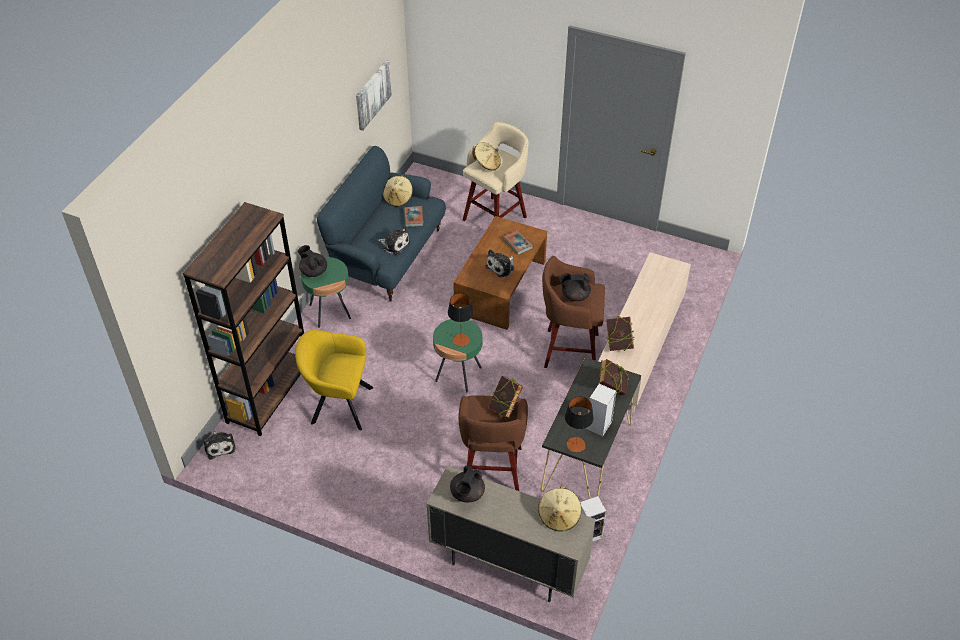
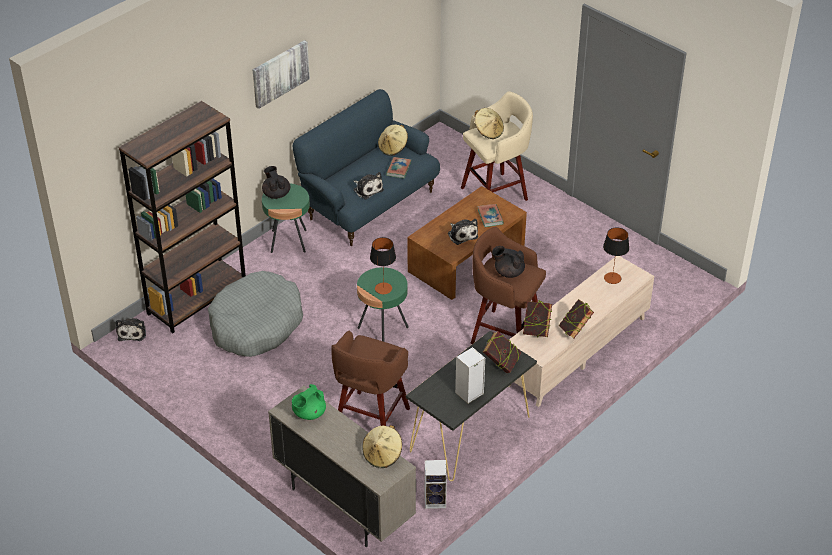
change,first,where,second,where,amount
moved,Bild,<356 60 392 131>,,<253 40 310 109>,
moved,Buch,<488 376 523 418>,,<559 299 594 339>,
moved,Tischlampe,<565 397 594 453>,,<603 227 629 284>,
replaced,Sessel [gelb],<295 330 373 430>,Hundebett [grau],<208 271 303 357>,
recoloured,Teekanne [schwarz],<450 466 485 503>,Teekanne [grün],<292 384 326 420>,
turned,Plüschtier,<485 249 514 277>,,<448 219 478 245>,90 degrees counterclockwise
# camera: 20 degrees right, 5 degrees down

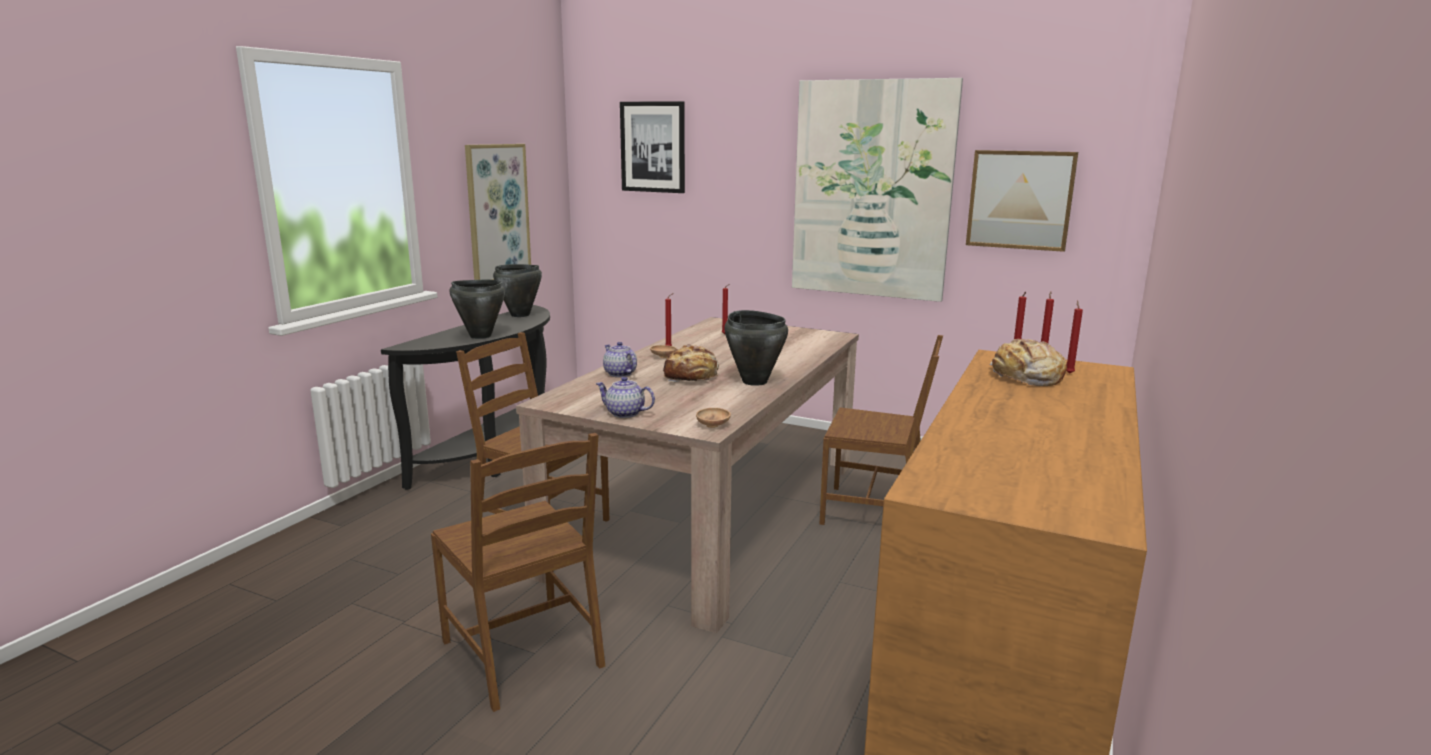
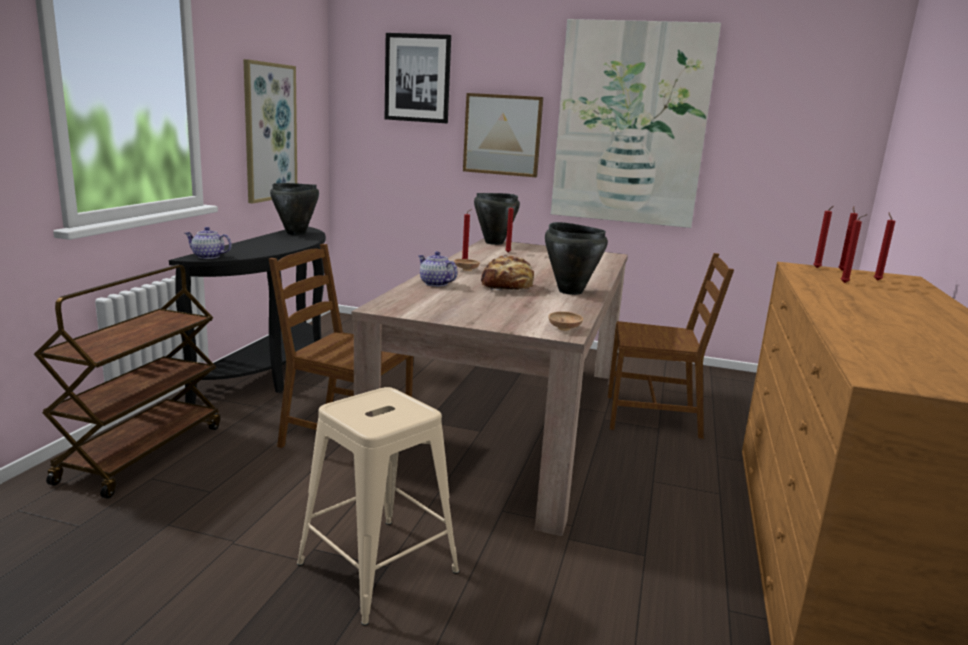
change,first,where,second,where,amount
added,,,Rollwagen [braun],<34 265 221 499>,
moved,Kochtopf [schwarz],<450 280 505 339>,,<474 193 520 245>,
moved,Teekanne,<596 377 655 418>,,<185 227 232 259>,
moved,Bild,<966 150 1078 252>,,<463 93 543 177>,
replaced,Stuhl [braun],<431 433 605 712>,Hocker [beige],<297 387 459 625>,
replaced,Brot,<990 339 1067 386>,Kerze [rot],<841 214 867 283>,
# camera: 10 degrees left, 0 degrees up

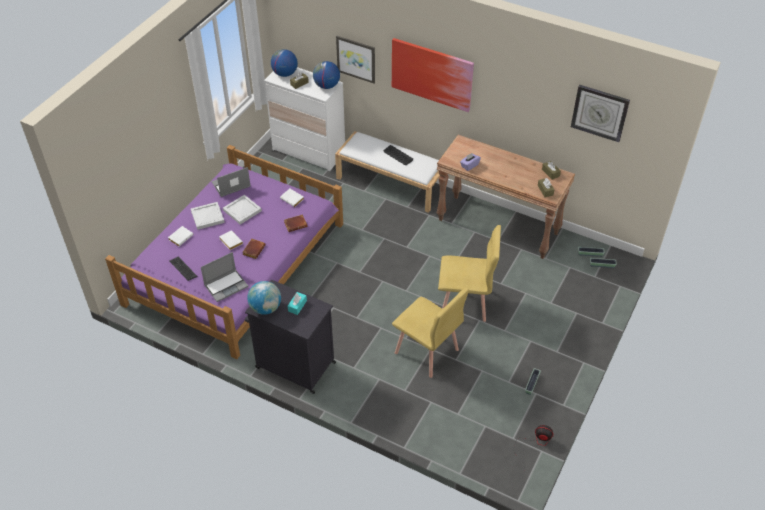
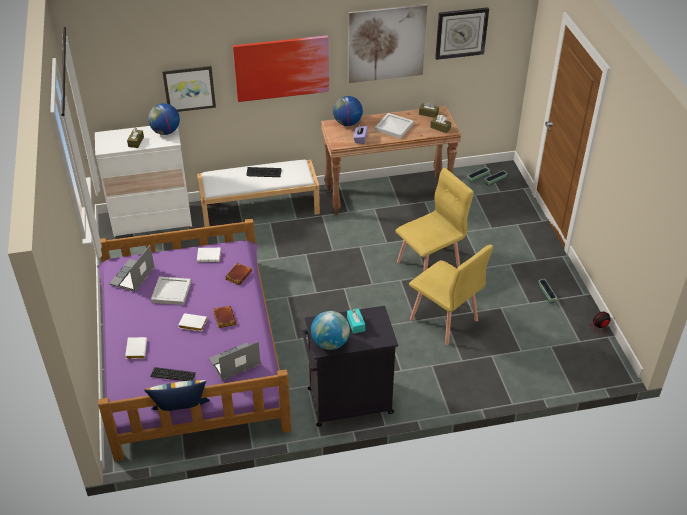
change,first,where,second,where,amount
added,,,Kissen,<144 380 210 411>,
added,,,Bild,<348 4 427 83>,
moved,Tablett [weiß],<191 202 225 230>,,<375 113 414 139>,
moved,Globus,<271 49 298 77>,,<333 96 363 126>,
turned,Laptop,<201 252 248 302>,,<209 341 261 380>,135 degrees counterclockwise
turned,Stuhl [gelb],<392 288 469 378>,,<409 245 493 345>,45 degrees clockwise
# camera: 40 degrees left, 5 degrees down

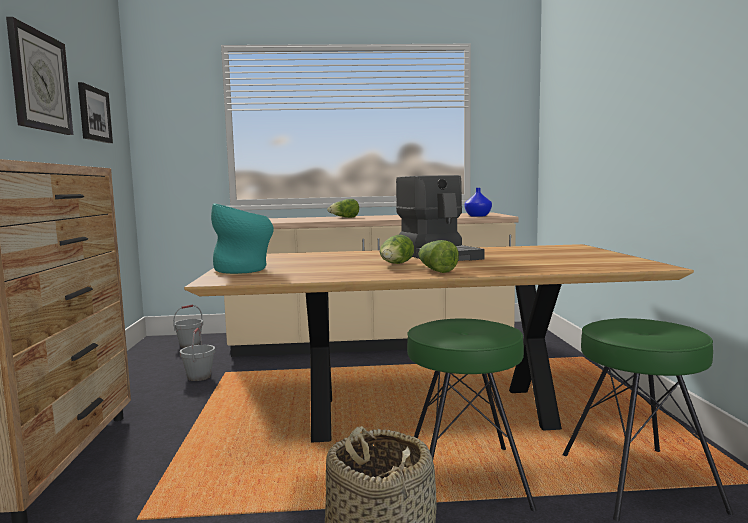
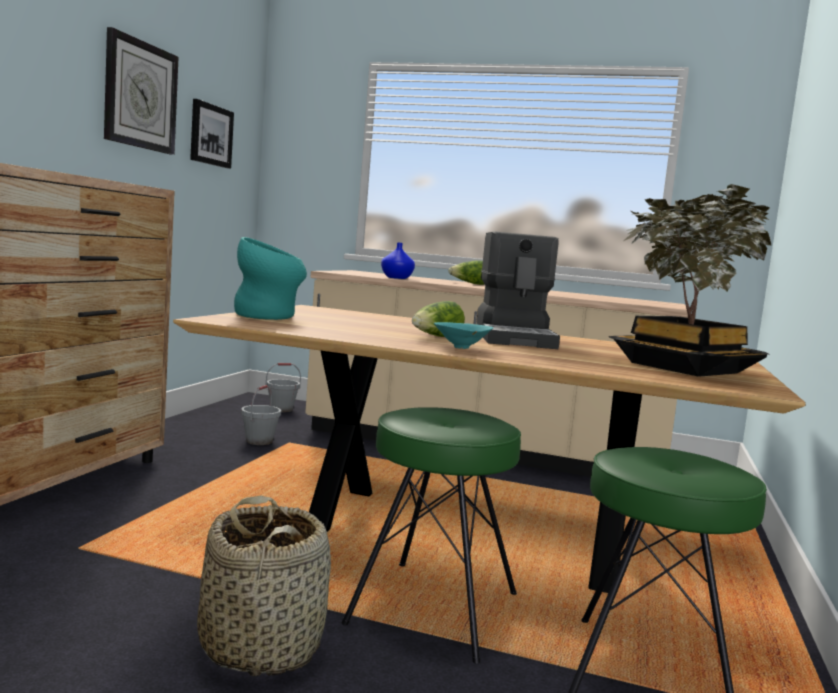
change,first,where,second,where,amount
added,,,Topfpflanze,<608 184 771 377>,
moved,Vase [blau],<464 188 492 217>,,<381 242 415 279>,
replaced,Salatkopf,<418 240 459 273>,Schüssel [türkis],<434 322 493 349>,
# camera: 20 degrees right, 0 degrees up

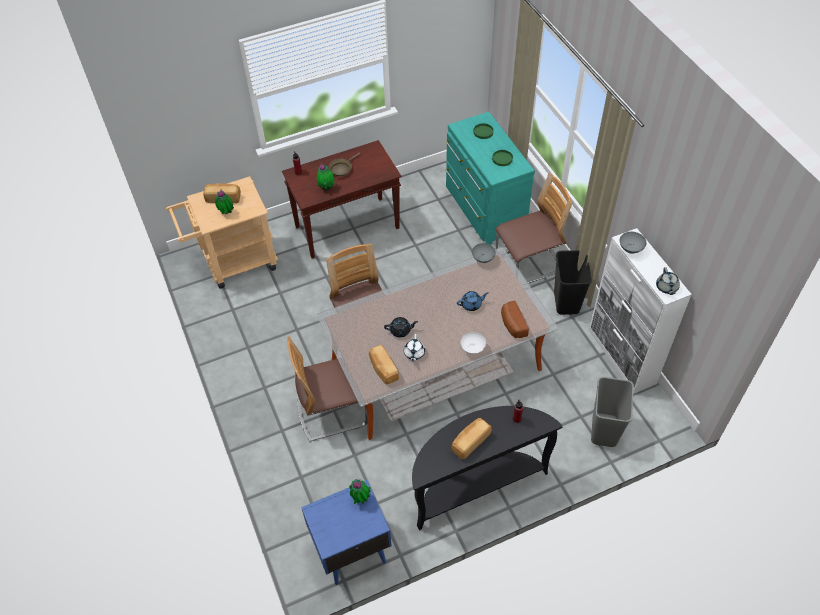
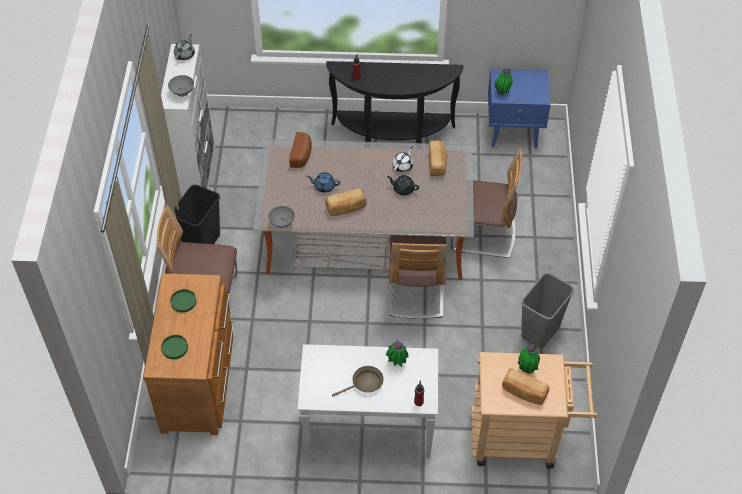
change,first,where,second,where,amount
removed,Schüssel [weiß],<460 332 486 354>,,,
moved,Brot,<452 418 492 460>,,<325 189 367 216>,
moved,Mülleimer [grau],<591 377 634 447>,,<521 273 574 348>,
recoloured,Konsolentisch [braun],<282 140 401 258>,Konsolentisch [weiß],<297 344 438 458>,
recoloured,Kommode [türkis],<445 112 535 245>,Kommode [braun],<143 273 234 435>,
# camera: 155 degrees left, 0 degrees up

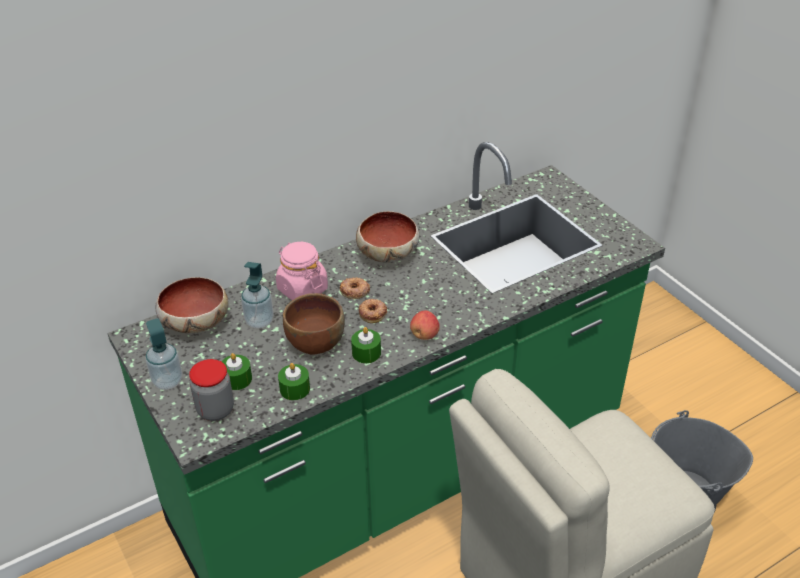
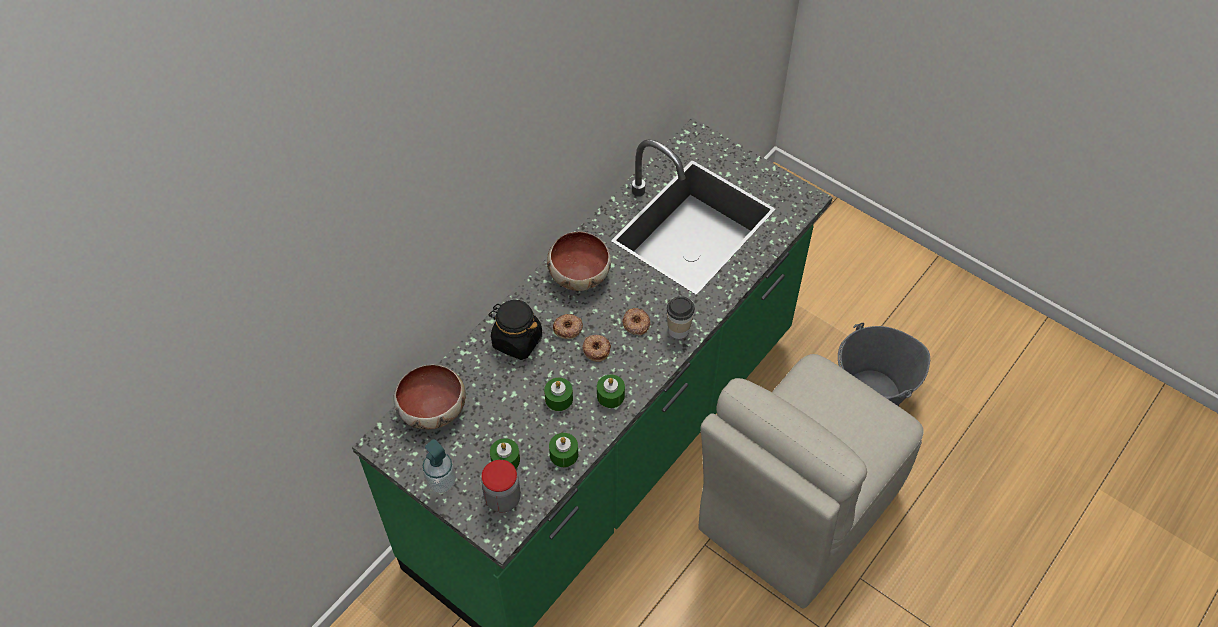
change,first,where,second,where,amount
removed,Seifenspender,<241 262 274 328>,,,
removed,Apfel,<410 311 440 340>,,,
added,,,Donut,<622 308 650 335>,
added,,,Tasse,<667 296 695 339>,
replaced,Schüssel [braun],<283 293 345 355>,Kerze [grün],<544 378 573 411>,
recoloured,Vorratsglas [rosa],<276 242 328 300>,Vorratsglas [schwarz],<488 300 542 360>,
# camera: 20 degrees left, 15 degrees up

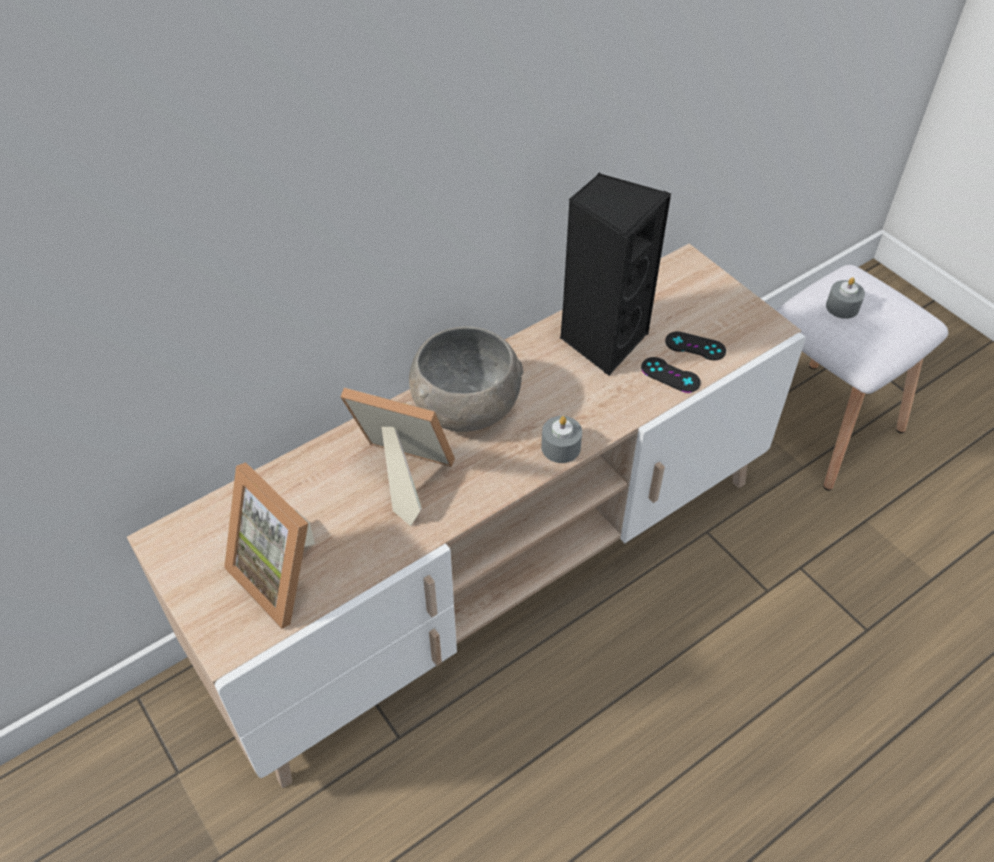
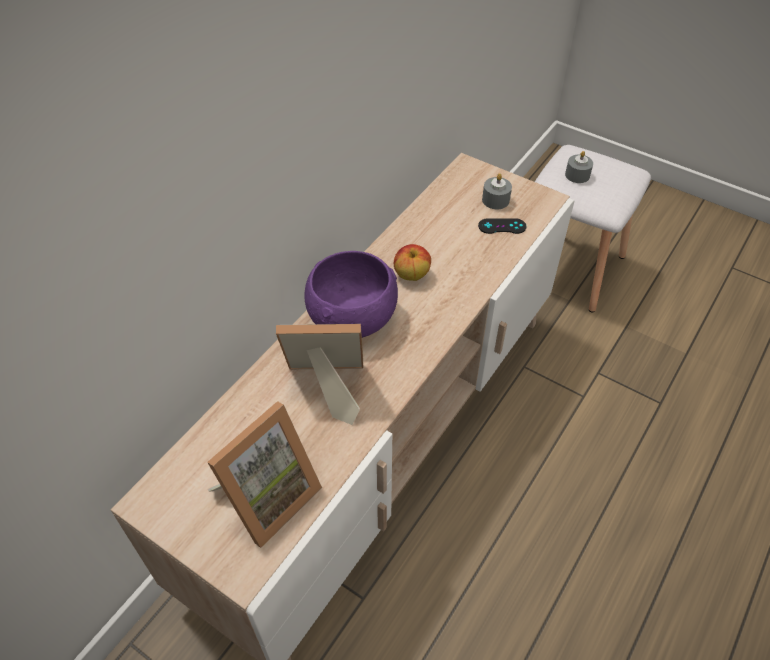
change,first,where,second,where,amount
removed,Lautsprecher [schwarz],<559 173 671 376>,,,
removed,Gamepad [schwarz],<641 357 701 393>,,,
added,,,Apfel,<394 244 431 281>,
moved,Kerze [grau],<541 416 582 463>,,<482 174 512 209>,
recoloured,Schüssel [grau],<409 326 523 432>,Schüssel [lila],<304 251 398 338>,
turned,Bilderrahmen,<224 462 315 629>,,<207 401 322 548>,75 degrees counterclockwise
# camera: 20 degrees left, 0 degrees up

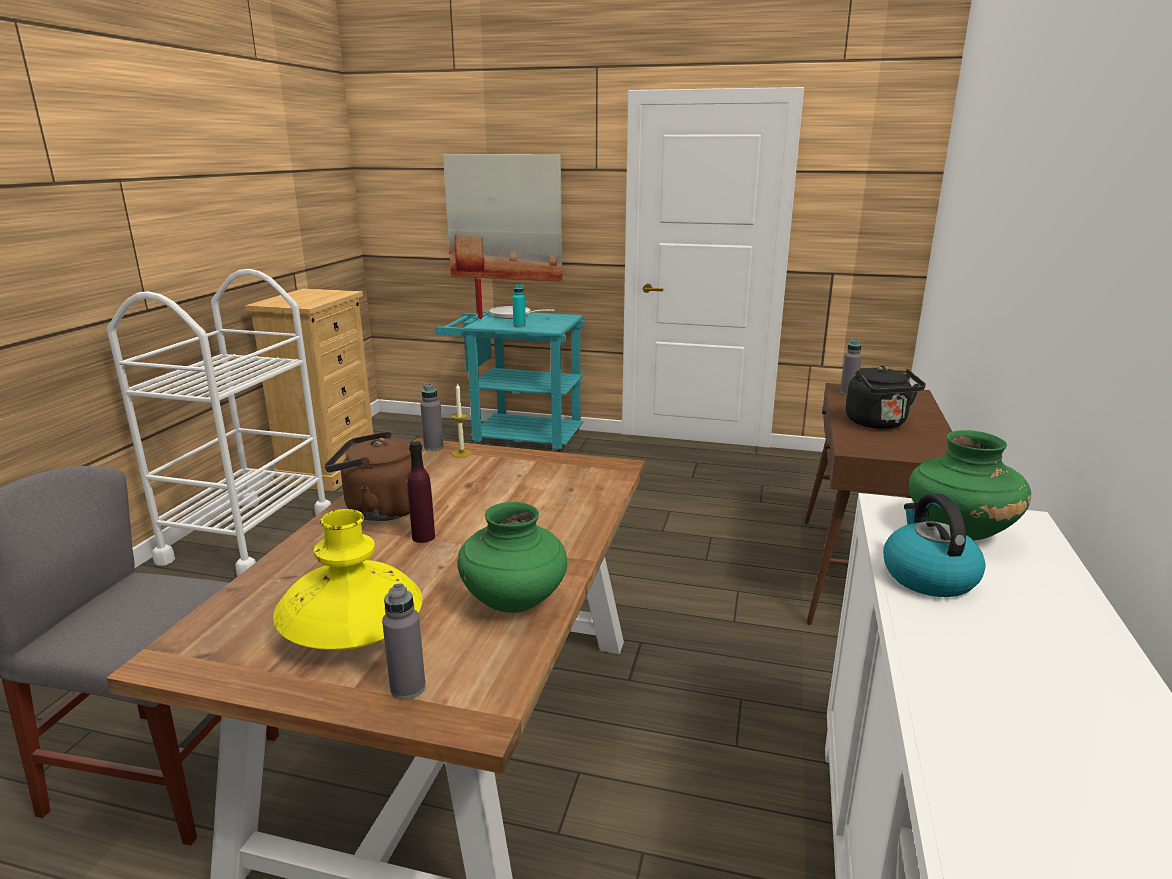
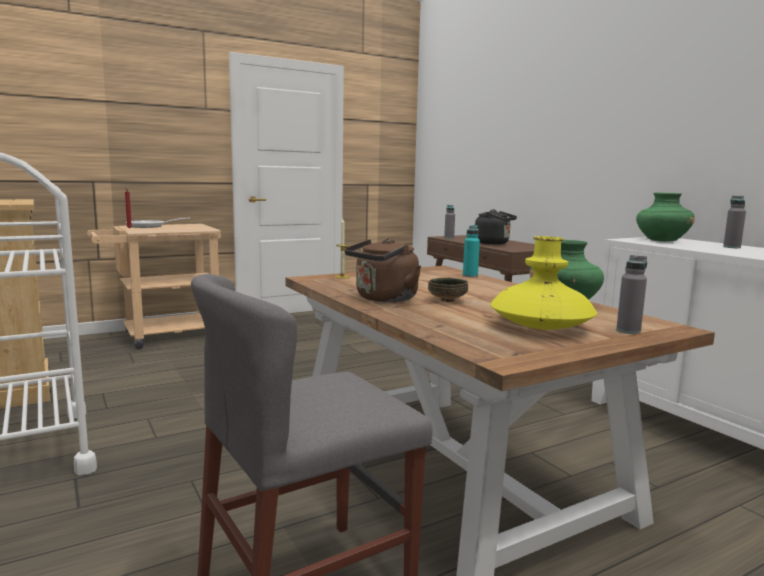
change,first,where,second,where,amount
removed,Bild,<443 154 562 281>,,,
removed,Wasserkessel,<883 494 986 597>,,,
moved,Flasche [grau],<420 383 444 451>,,<723 195 746 248>,
moved,Flasche [türkis],<512 284 526 327>,,<463 225 480 277>,
replaced,Flasche [lila],<407 441 435 543>,Schüssel,<428 278 468 302>,
recoloured,Rollwagen [türkis],<434 312 584 452>,Rollwagen [beige],<87 224 221 349>,
# camera: 45 degrees left, 10 degrees down

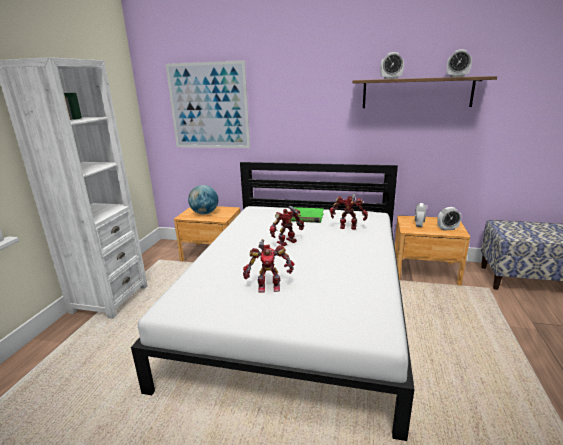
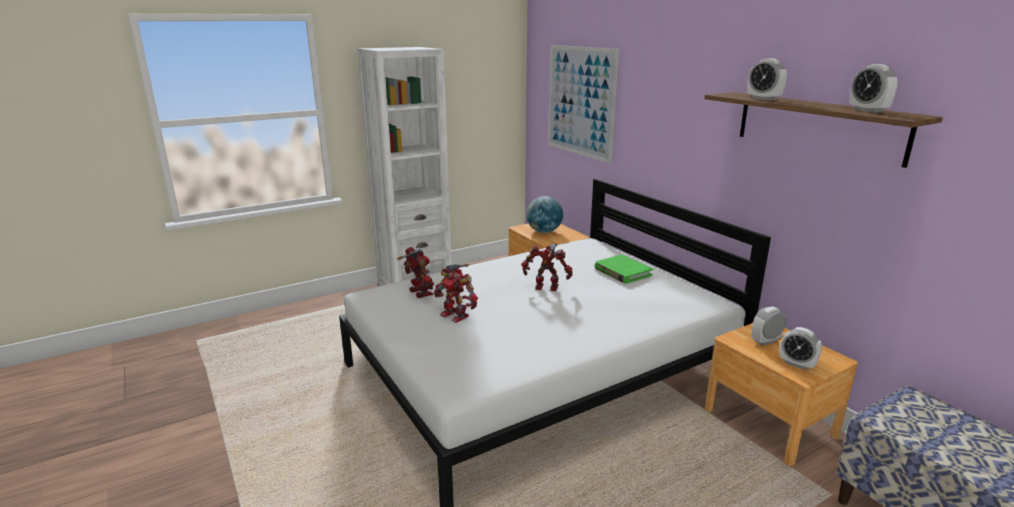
change,first,where,second,where,amount
moved,Spielzeugroboter,<329 194 368 229>,,<397 247 434 298>,
# camera: 45 degrees right, 0 degrees up

